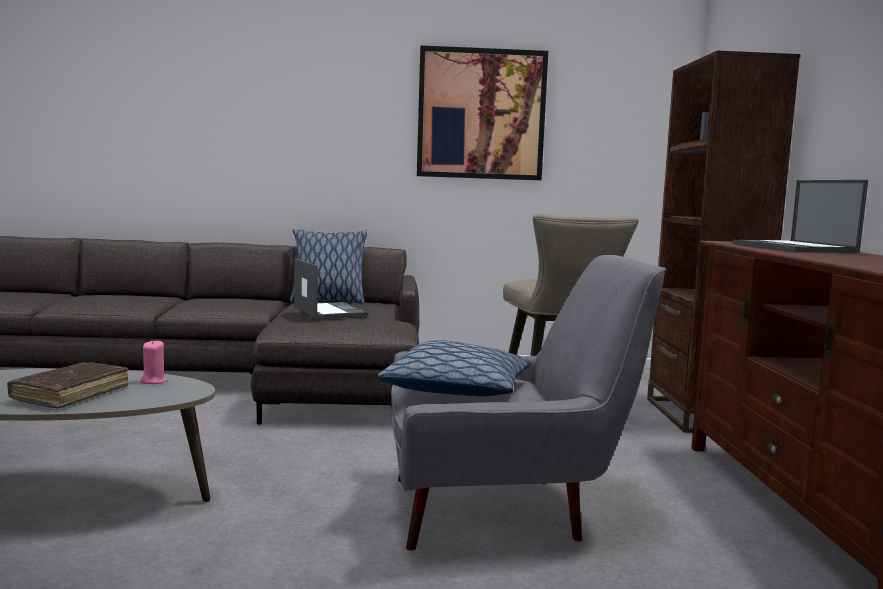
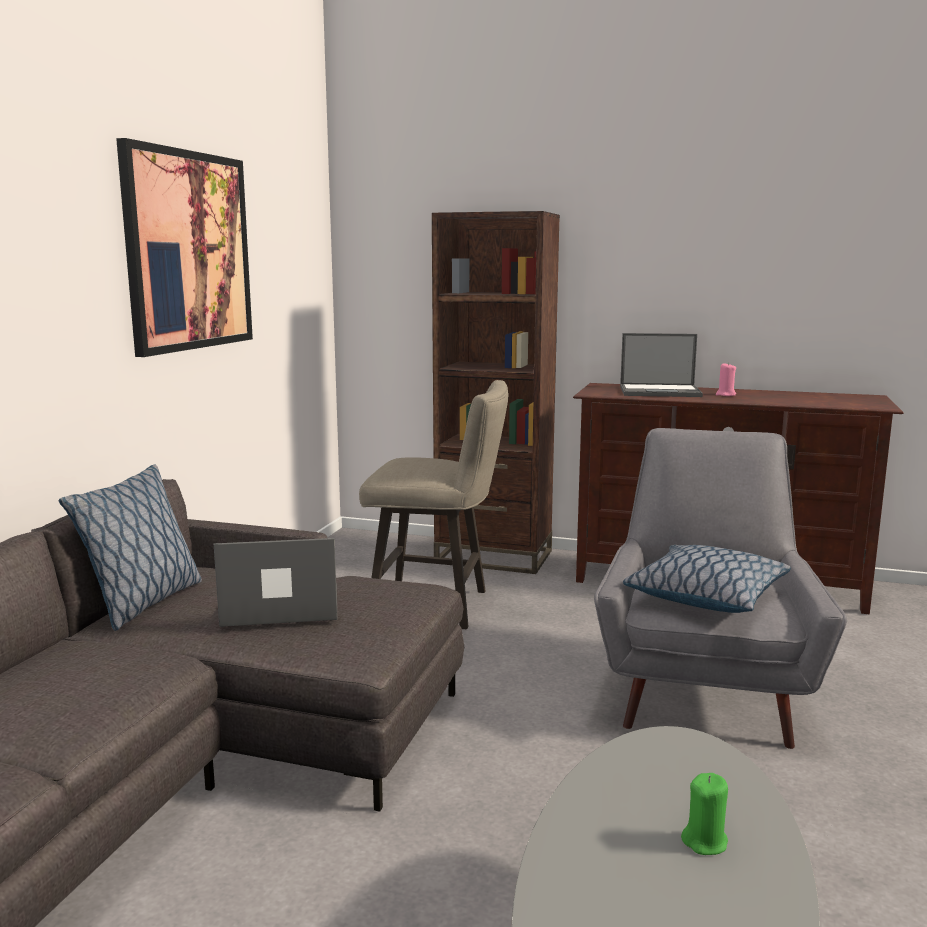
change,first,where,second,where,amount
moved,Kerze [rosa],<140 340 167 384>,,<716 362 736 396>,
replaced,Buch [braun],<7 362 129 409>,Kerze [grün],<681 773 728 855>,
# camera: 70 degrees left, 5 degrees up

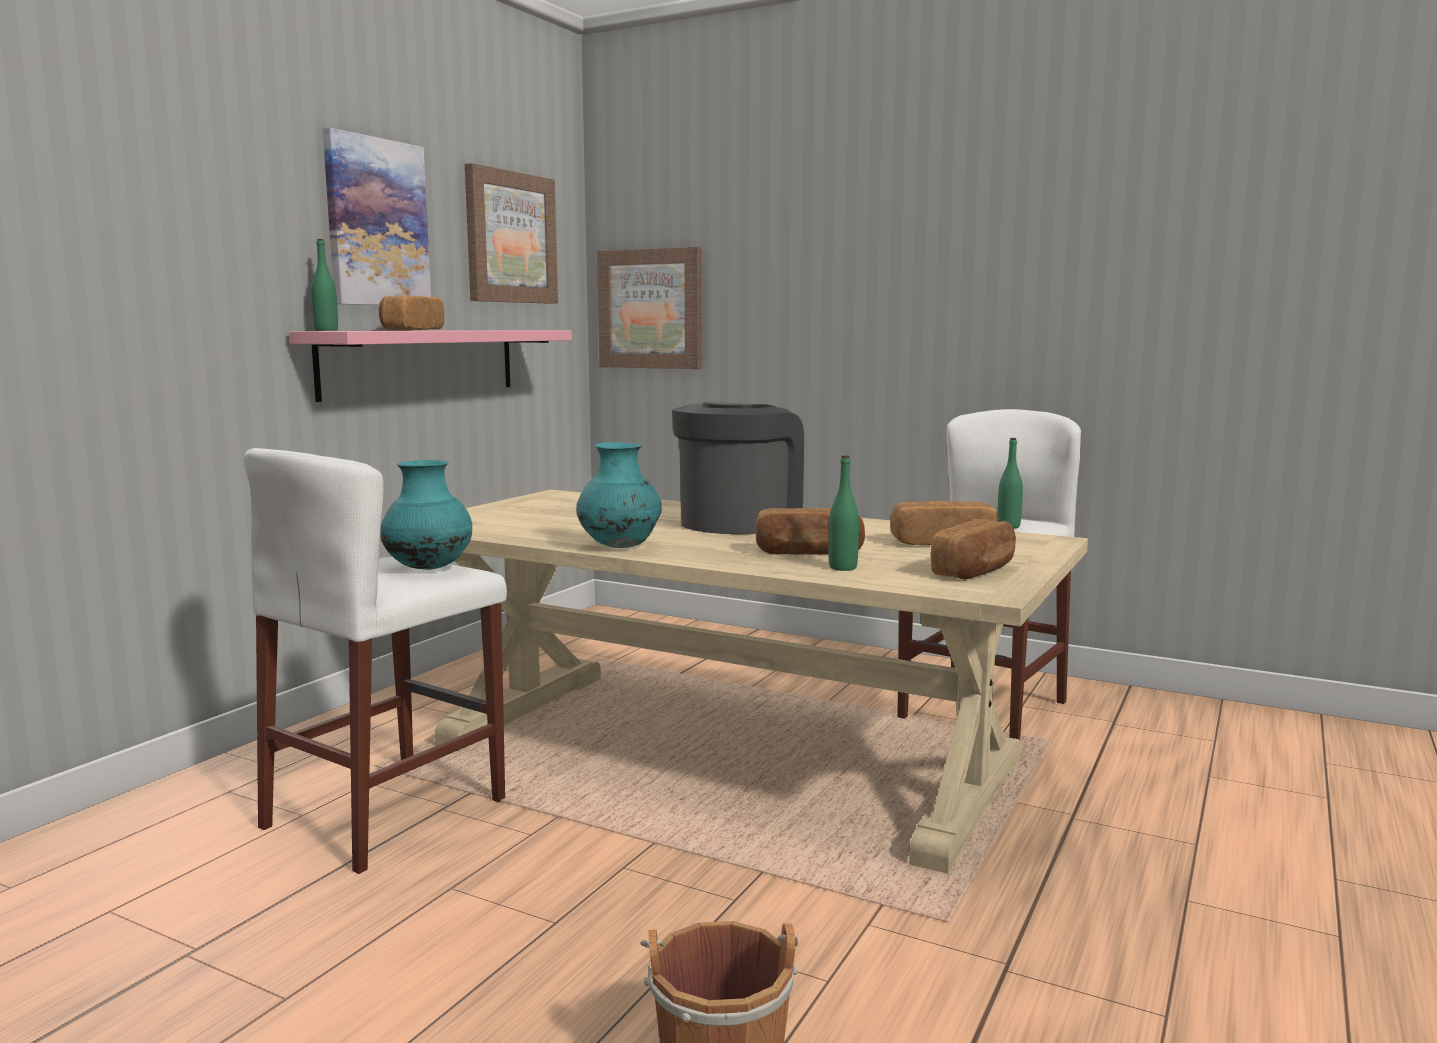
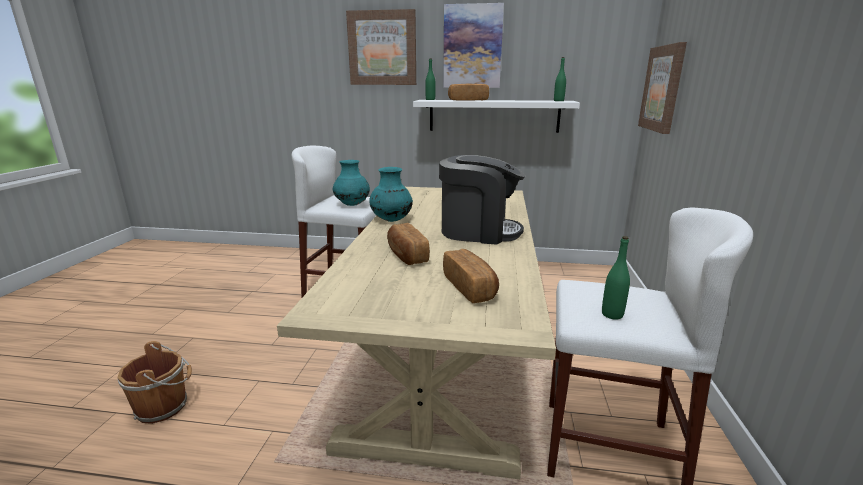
change,first,where,second,where,amount
removed,Brot,<930 519 1016 580>,,,
moved,Bild,<465 163 558 304>,,<346 9 416 85>,
moved,Flasche [grün],<829 455 859 571>,,<554 57 566 101>,
recoloured,Wandregal [rosa],<289 330 572 402>,Wandregal [weiß],<413 100 580 133>,
# camera: 70 degrees right, 10 degrees up

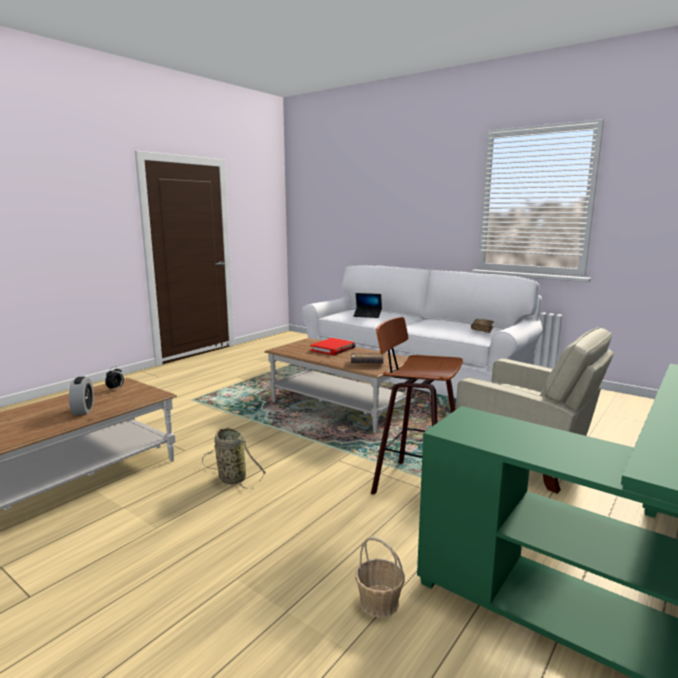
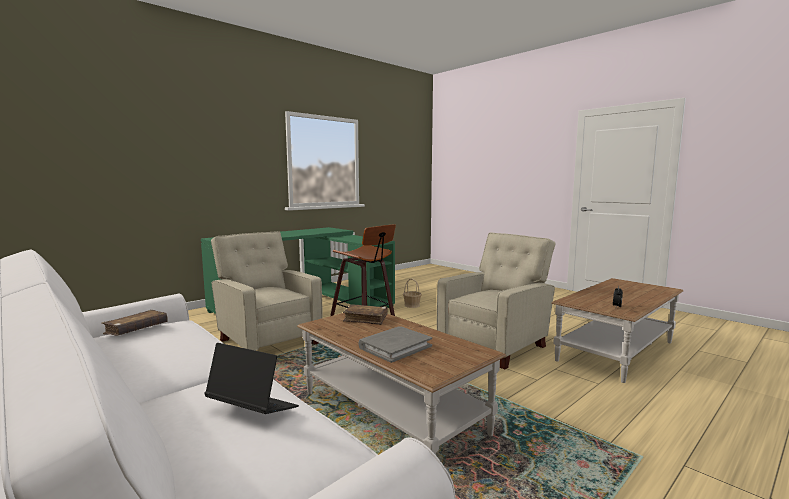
change,first,where,second,where,amount
removed,Wecker,<69 377 94 415>,,,
replaced,Korb,<202 427 266 489>,Sessel [beige],<437 232 556 369>,
recoloured,Buch [rot],<310 338 356 355>,Buch [grau],<358 326 432 363>,
# camera: 170 degrees left, 5 degrees down

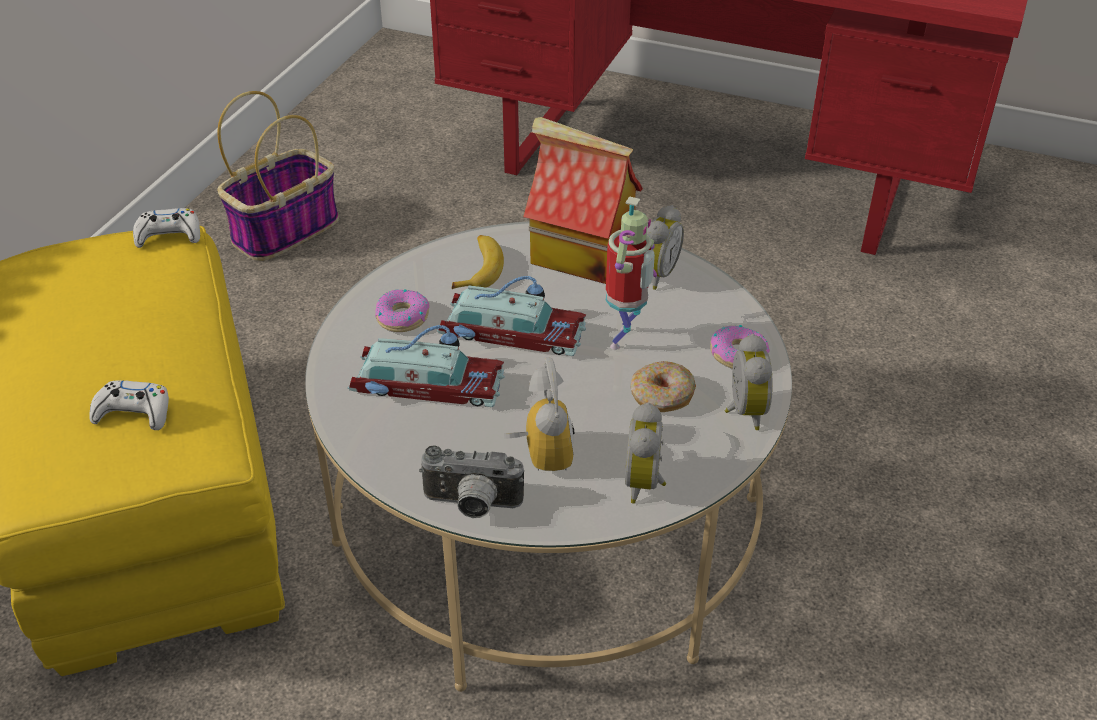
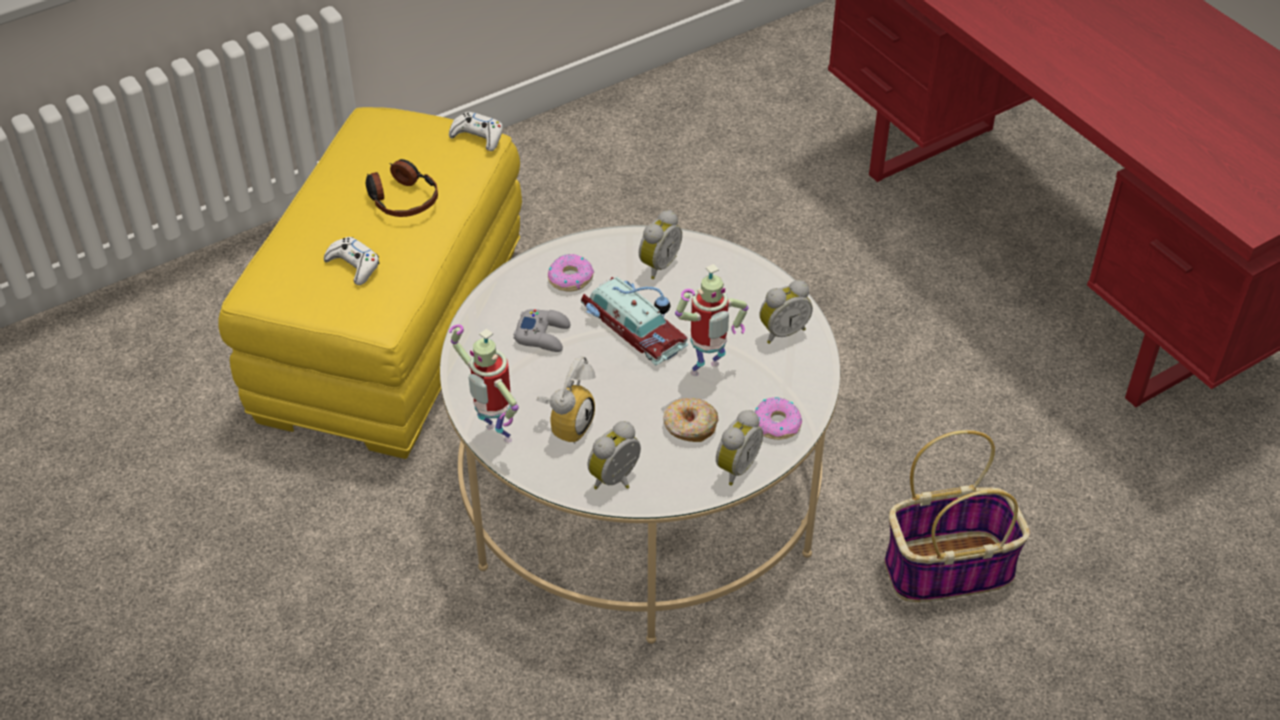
change,first,where,second,where,amount
removed,Spielzeughaus,<523 117 643 284>,,,
added,,,Kopfhörer,<366 159 438 217>,
moved,Korb,<217 91 339 261>,,<884 430 1030 602>,
replaced,Spielzeugauto,<348 325 505 407>,Gamepad [grau],<513 309 570 352>,
replaced,Kamera,<419 445 524 518>,Spielzeugroboter,<449 324 519 443>,
replaced,Banane,<452 235 504 289>,Wecker,<639 210 682 279>,
# camera: 35 degrees right, 5 degrees up

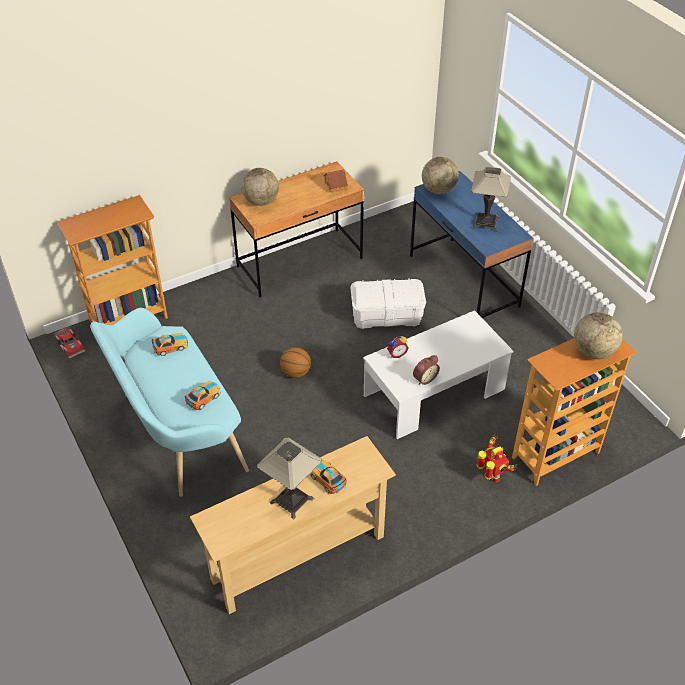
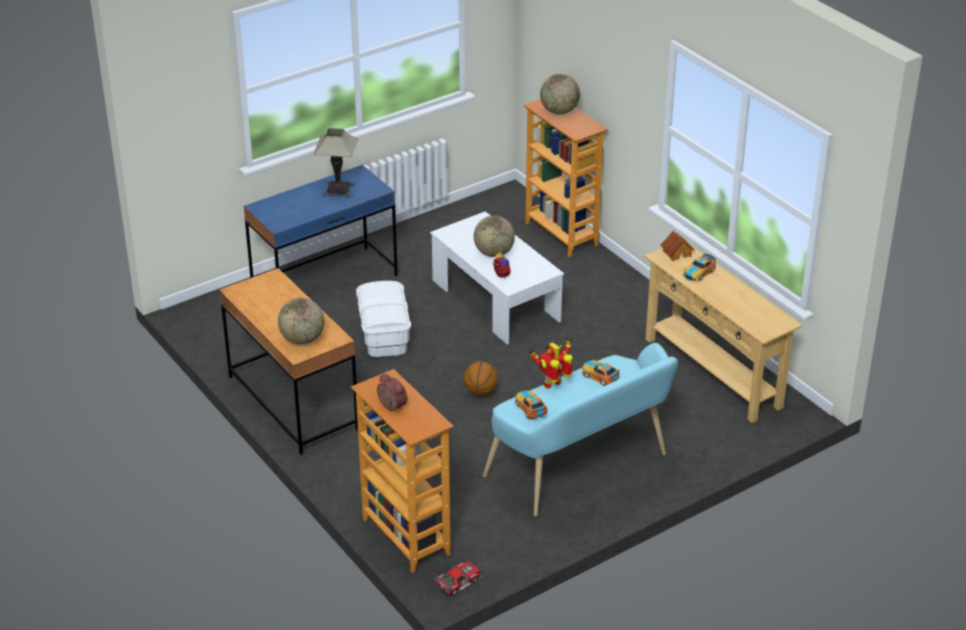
change,first,where,second,where,amount
removed,Tischlampe,<257 438 322 519>,,,
moved,Spielzeughaus,<324 169 348 193>,,<660 231 694 261>,
moved,Wecker,<413 355 440 385>,,<377 373 407 411>,
moved,Globus,<422 157 459 194>,,<474 216 515 257>,
moved,Spielzeugroboter,<476 434 517 483>,,<529 338 573 389>,
# camera: 95 degrees left, 10 degrees down

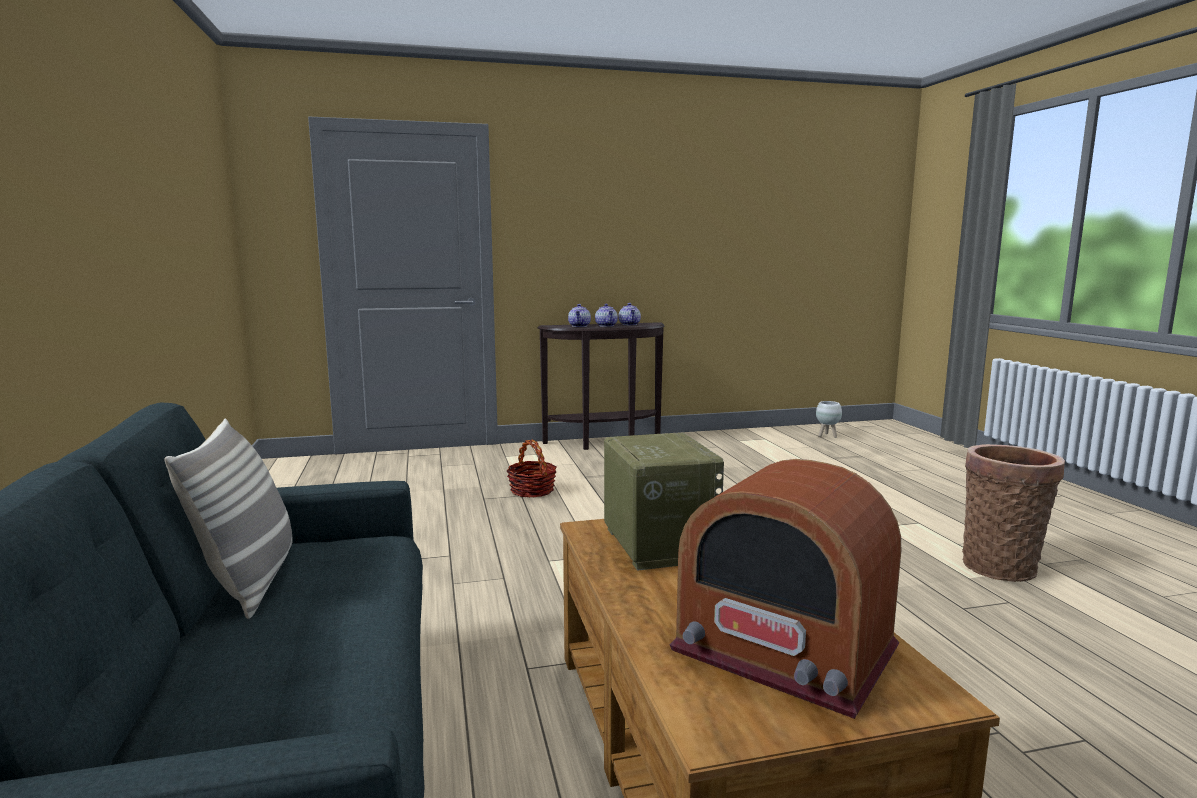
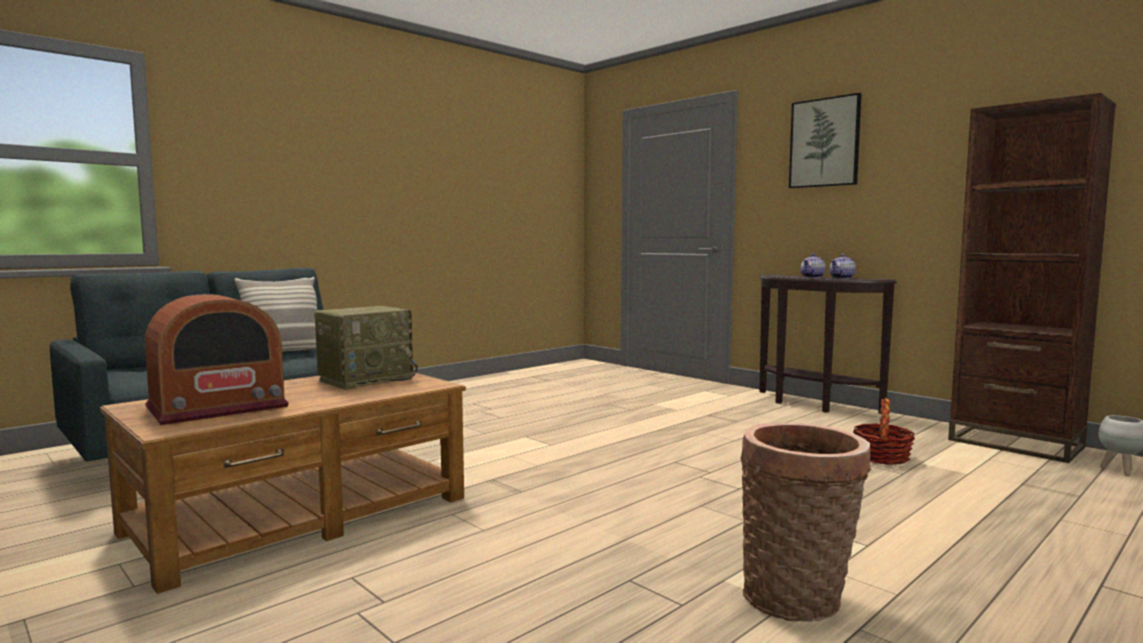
change,first,where,second,where,amount
removed,Teekanne,<568 304 591 327>,,,
added,,,Bild,<789 93 861 188>,
added,,,Bücherregal [braun],<948 93 1116 463>,
moved,Korb,<507 440 557 497>,,<853 398 915 465>,
turned,Radio,<669 459 901 719>,,<145 294 289 425>,135 degrees counterclockwise
# camera: 60 degrees right, 5 degrees down

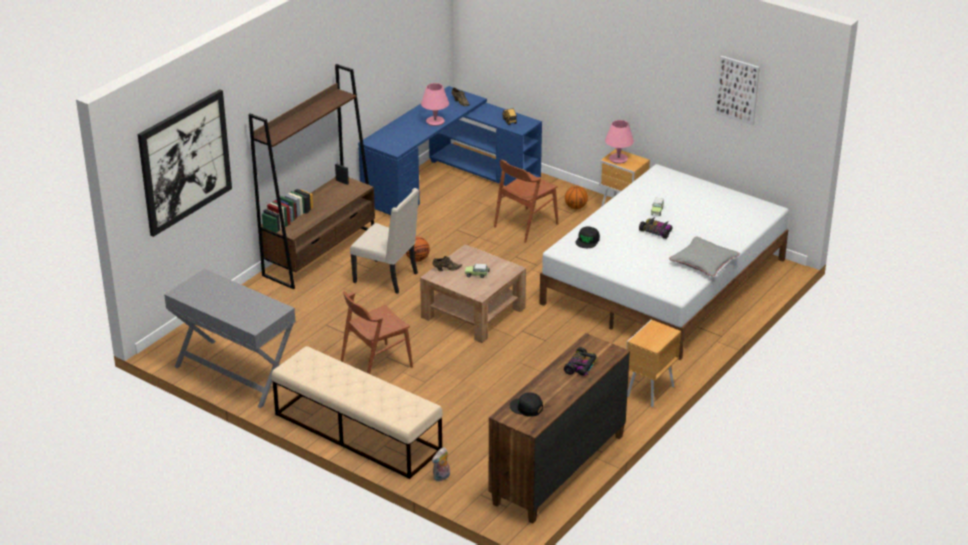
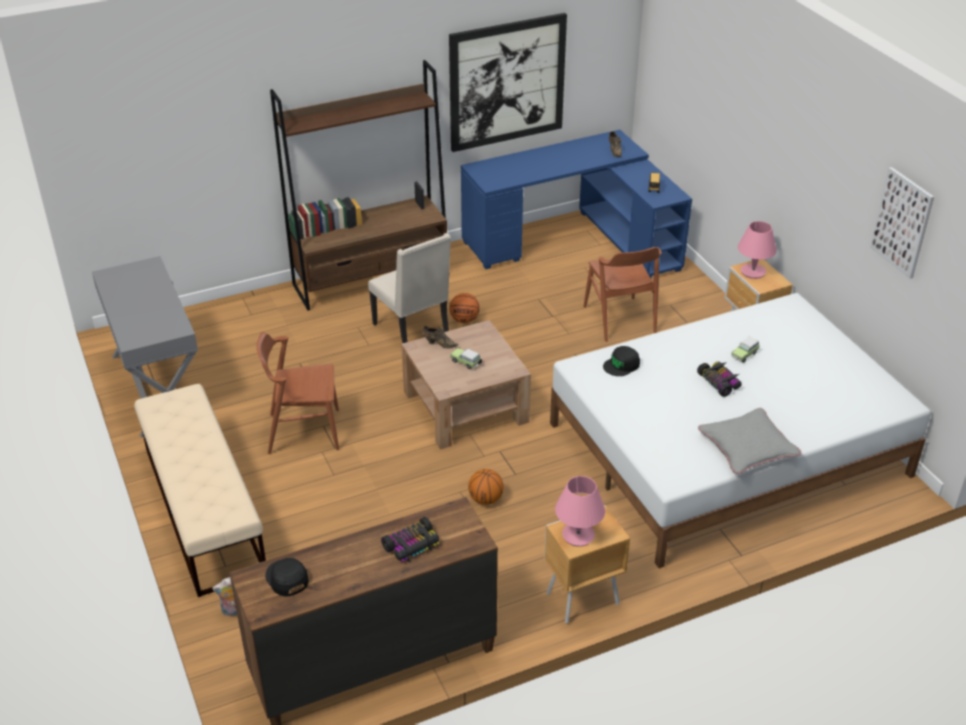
change,first,where,second,where,amount
moved,Bild,<138 89 232 237>,,<449 13 567 152>,
moved,Tischlampe [rosa],<421 83 449 126>,,<555 476 605 547>,
moved,Basketball,<565 186 588 209>,,<468 469 504 505>,
turned,Stuhl [braun],<494 160 558 243>,,<583 247 661 342>,90 degrees counterclockwise
# camera: 30 degrees right, 5 degrees up

